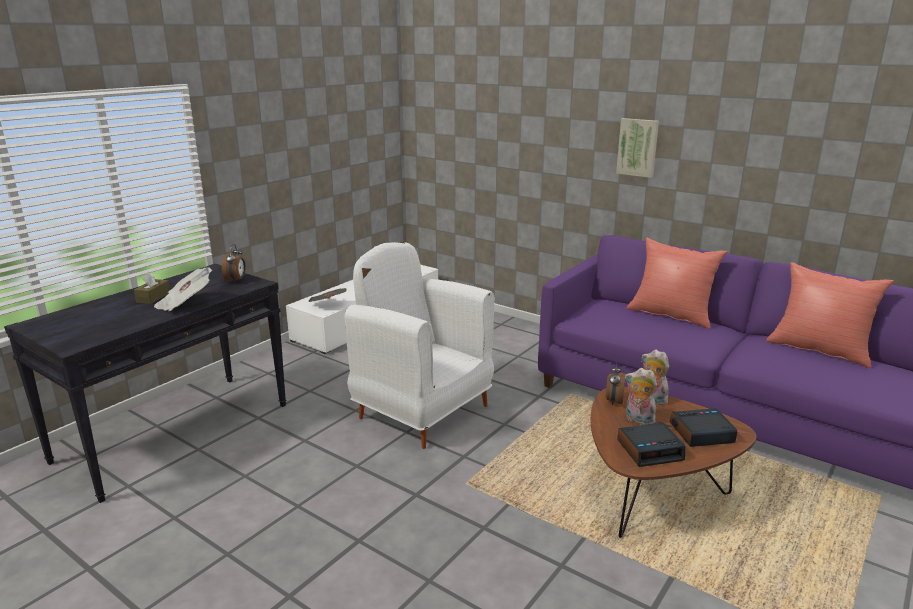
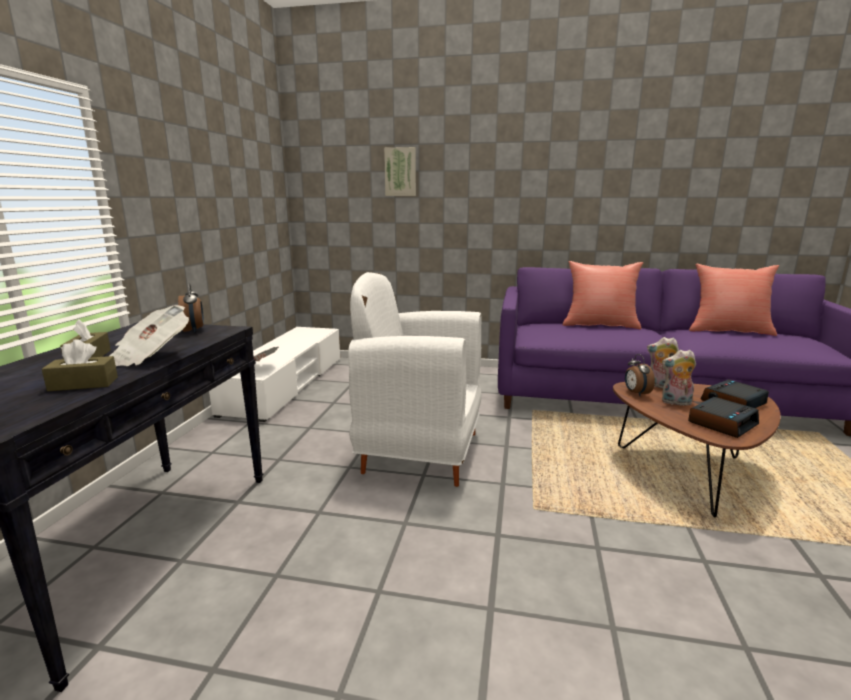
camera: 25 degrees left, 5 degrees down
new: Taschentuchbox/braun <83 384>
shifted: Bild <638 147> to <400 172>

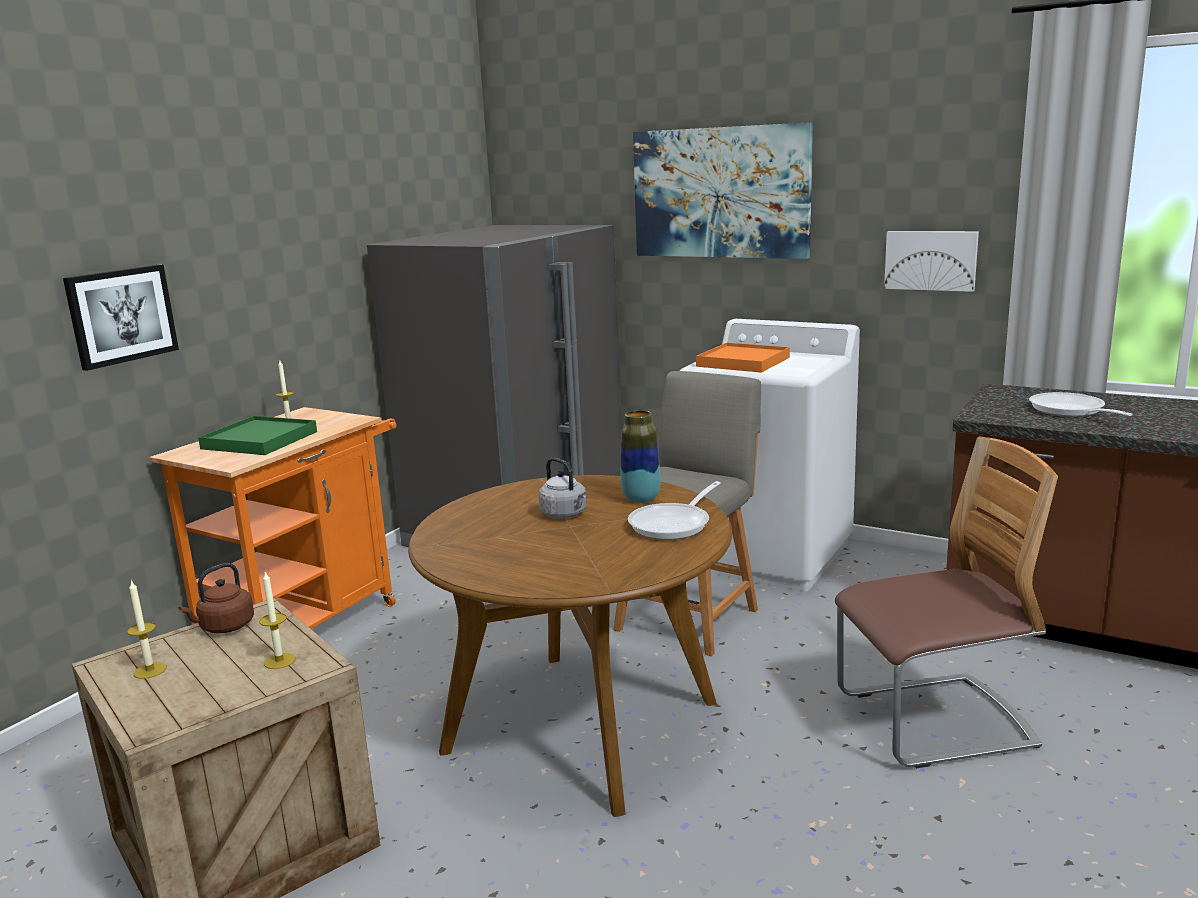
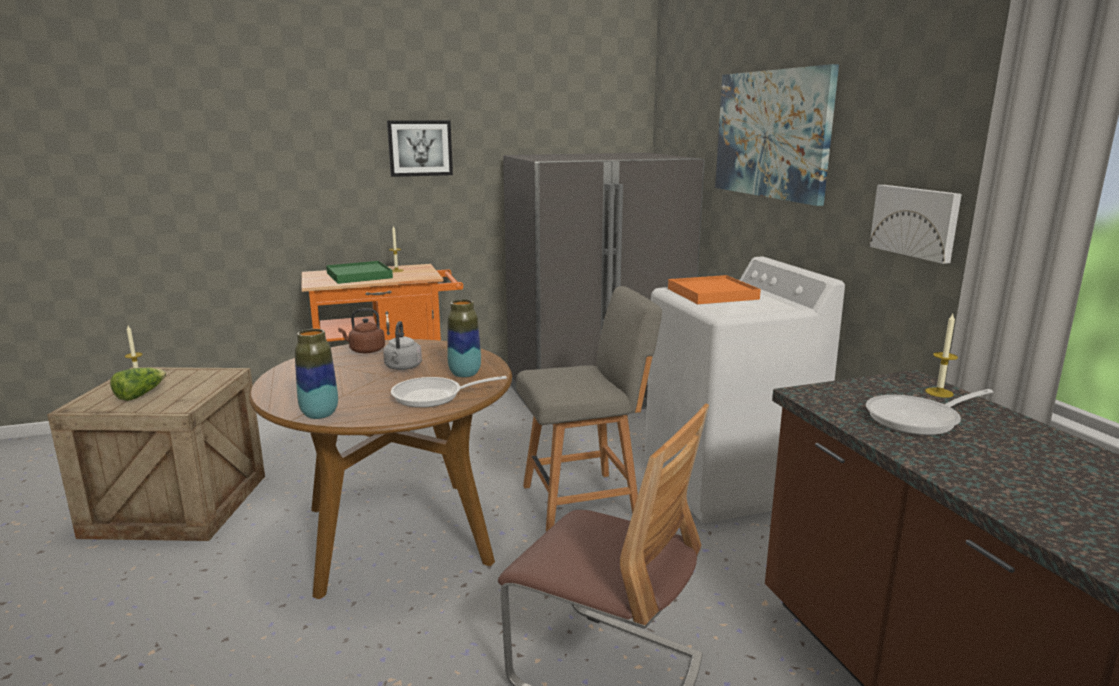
camera: 40 degrees right, 0 degrees up
new: Salatkopf <140 395>; Vase <319 414>
shifted: Wasserkessel/braun <224 627> to <365 351>; Bild <121 315> to <420 148>; Kerze <279 661> to <939 392>
rotated: Pfanne <1070 411> = <919 419> 135 degrees counterclockwise

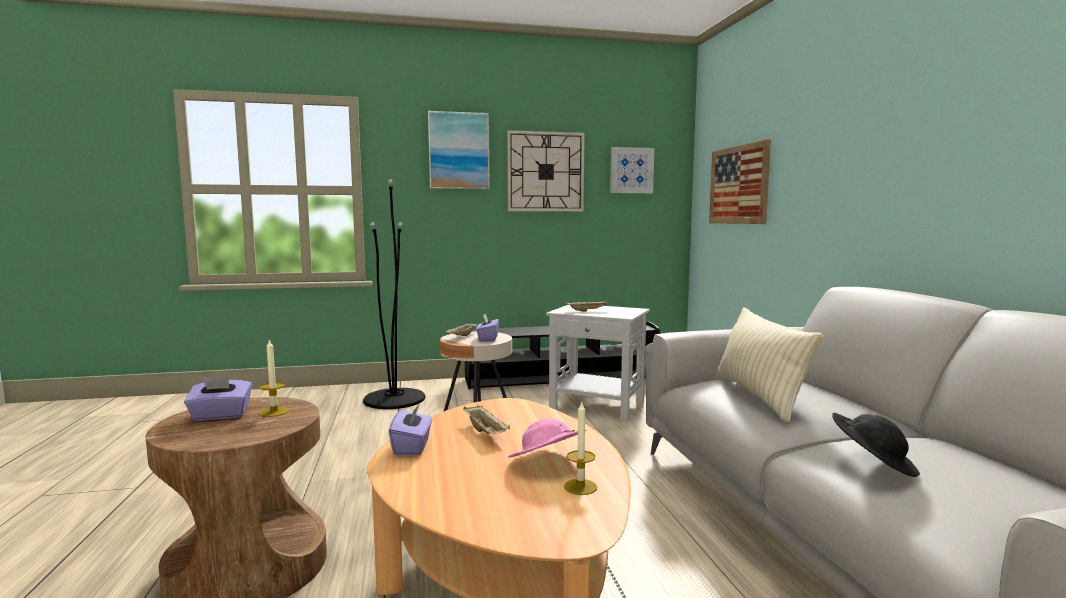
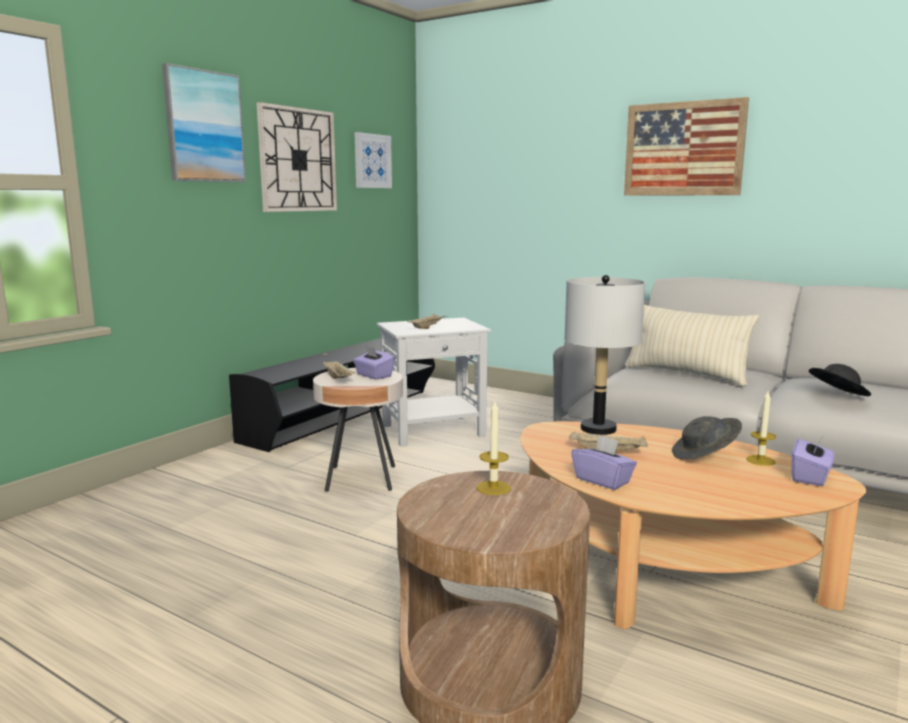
camera: 45 degrees left, 5 degrees up
gone: Stehlampe/schwarz <394 399>
new: Tischlampe/grau <598 429>
shifted: Bild <738 185> to <683 149>; Taschentuchbox/lila <220 415> to <810 477>
repainted: Hut/rosa <547 463> to Hut/grau <705 455>

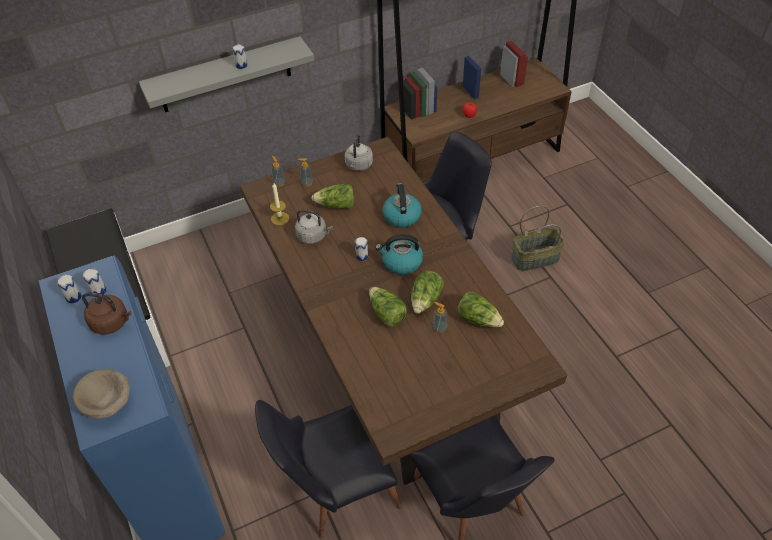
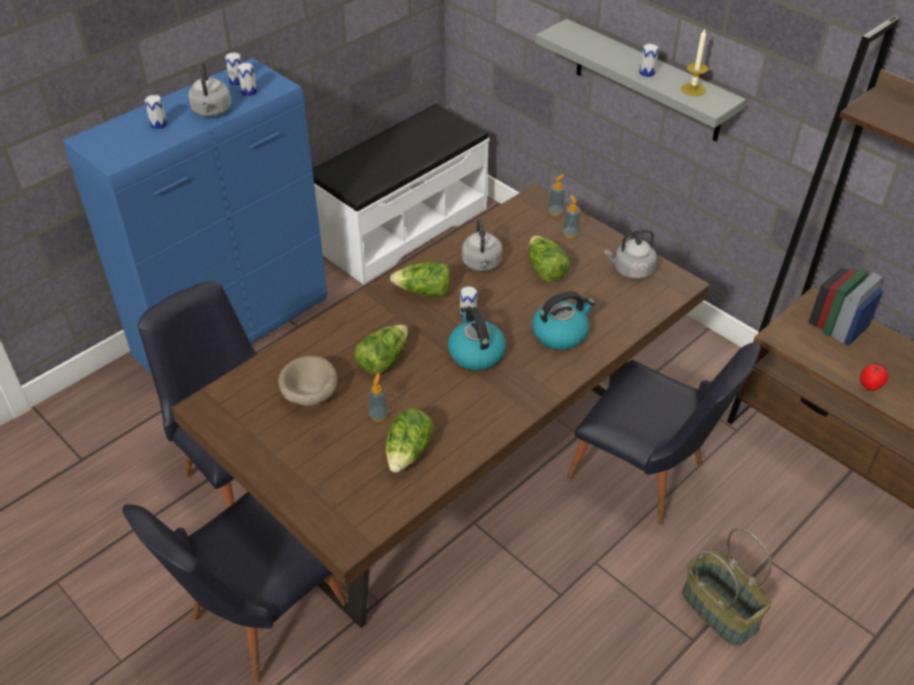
camera: 70 degrees right, 5 degrees down
new: Dose <159 125>
shifted: Schüssel/beige <108 404> to <309 395>; Salatkopf <425 300> to <424 292>; Kerze <280 218> to <693 89>
repainted: Wasserkessel/braun <112 322> to Wasserkessel/grau <212 111>

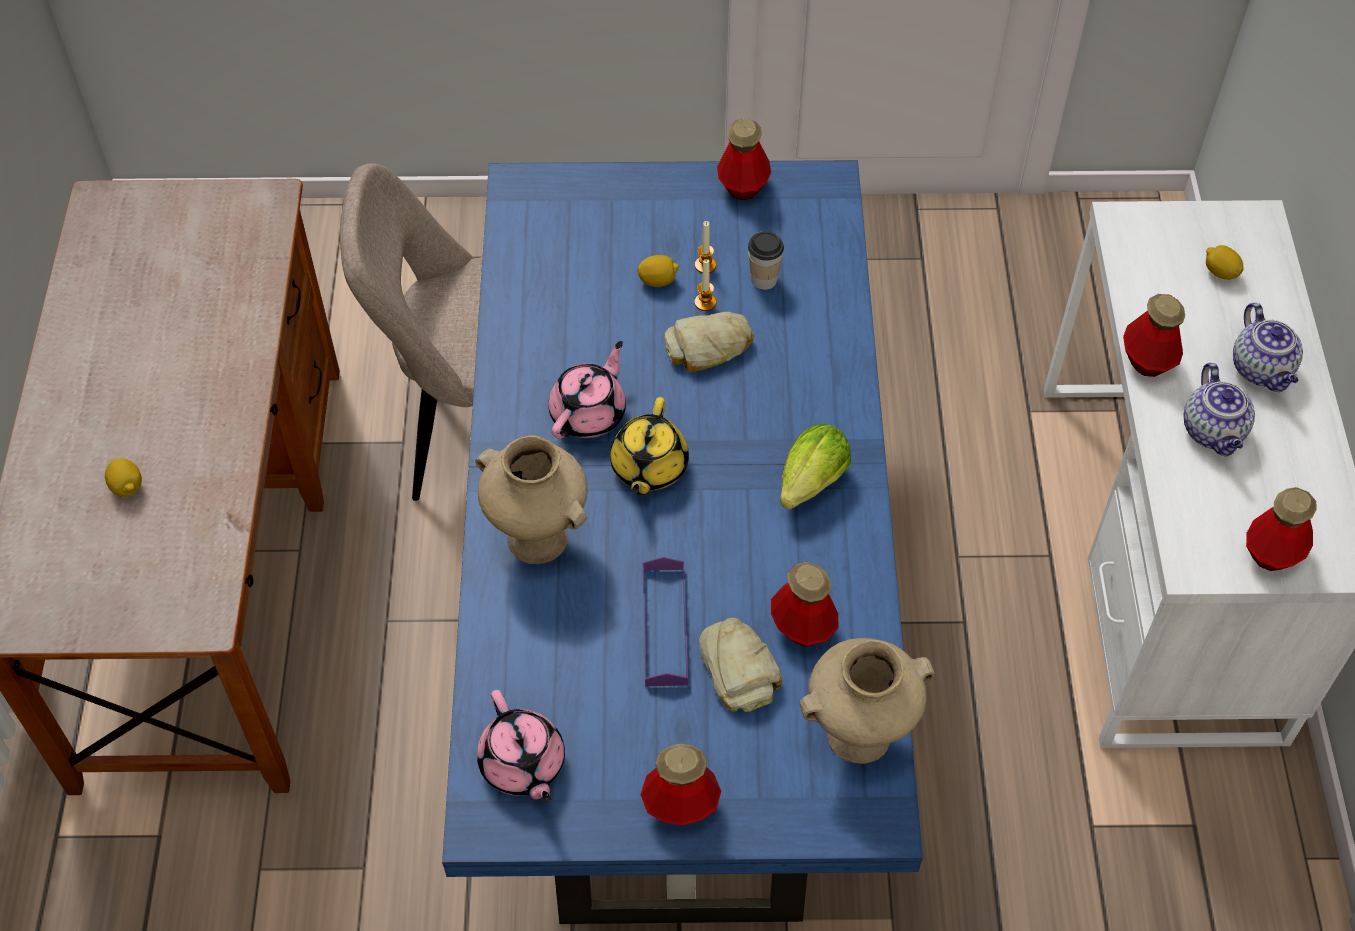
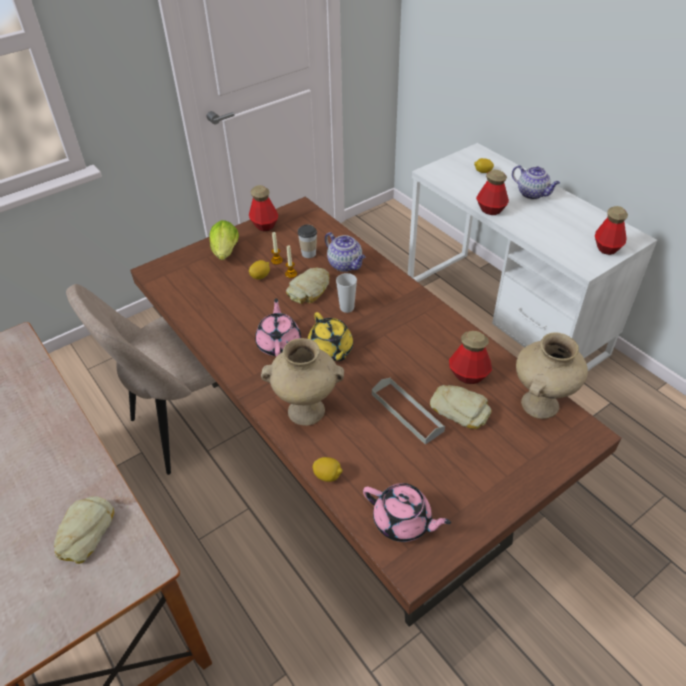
camera: 35 degrees left, 10 degrees down
gone: Flasche <680 805>
new: Brot <84 533>; Tasse <347 308>
shifted: Salatkopf <808 486> to <225 254>; Zitrone <127 487> to <327 475>; Teekanne <1213 432> to <346 265>
repainted: Esstisch/blau <679 635> to Esstisch/braun <347 457>; Tablett/lila <664 626> to Tablett/grau <407 412>

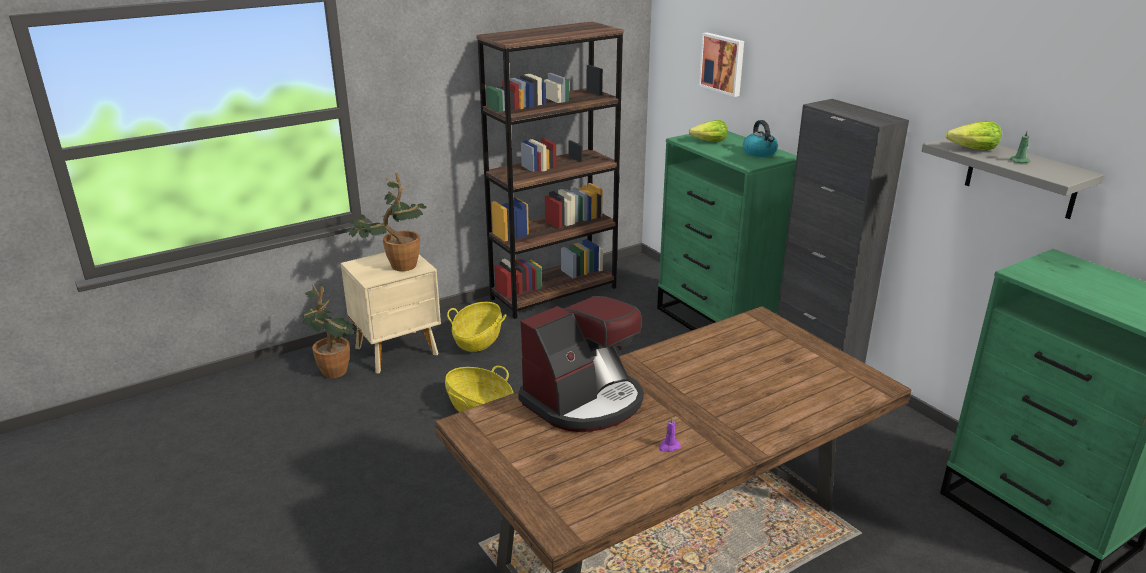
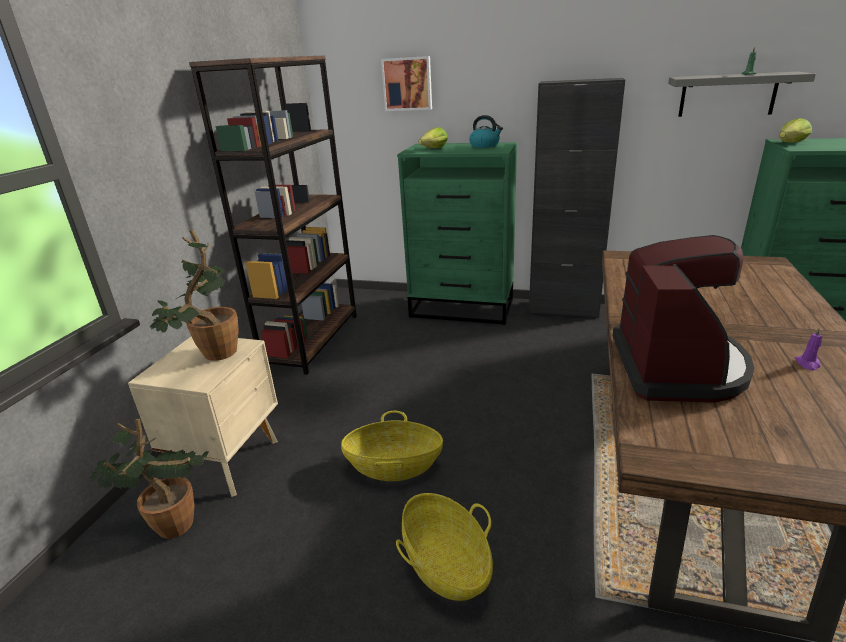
camera: 40 degrees left, 0 degrees up
shifted: Korb <478 340> to <446 564>; Salatkopf <973 150> to <791 143>

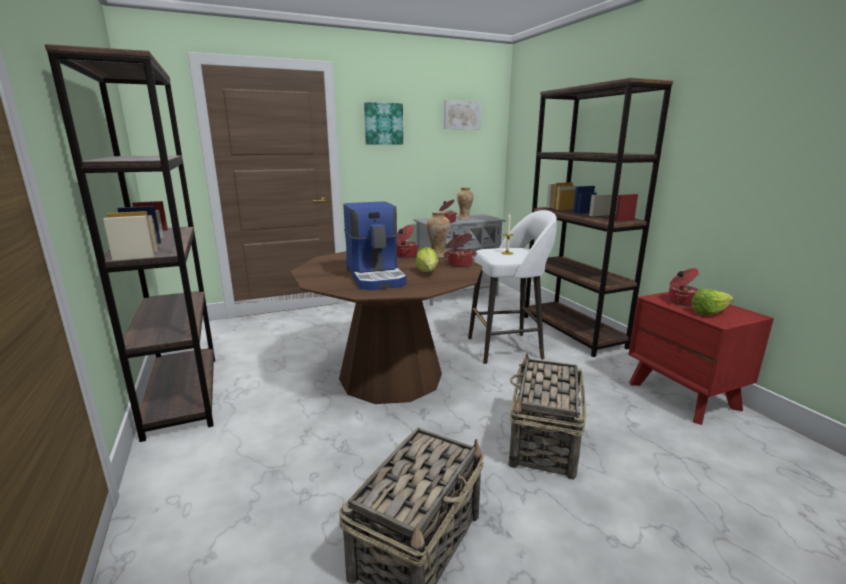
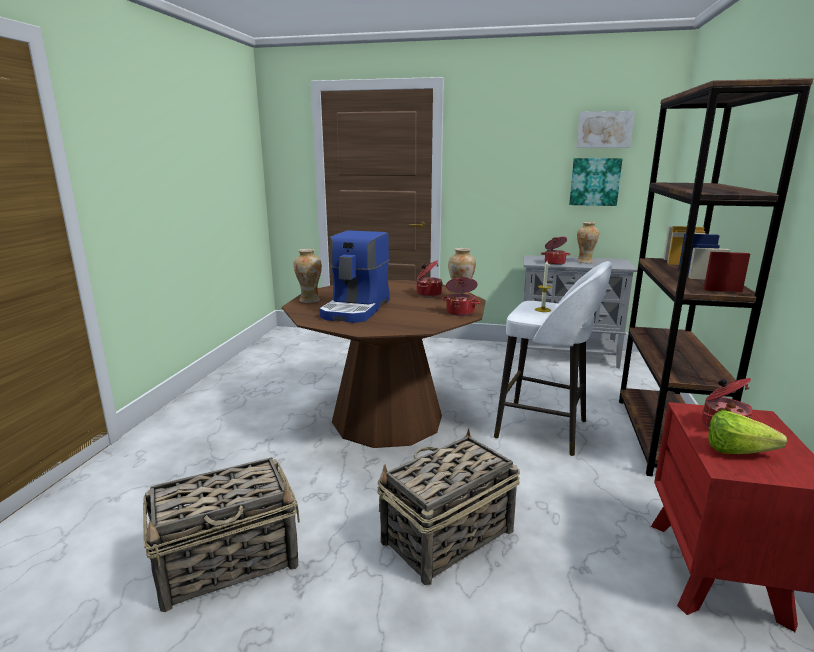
camera: 35 degrees right, 0 degrees up
gone: Bücherregal/braun <183 394>; Salatkopf <427 274>
new: Vase <309 300>
shifted: Bild <383 124> to <594 181>

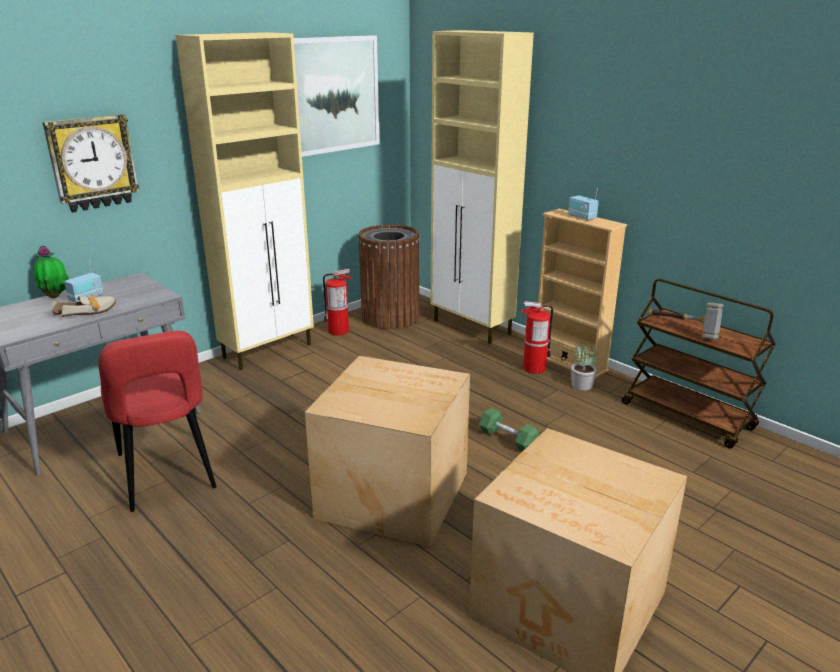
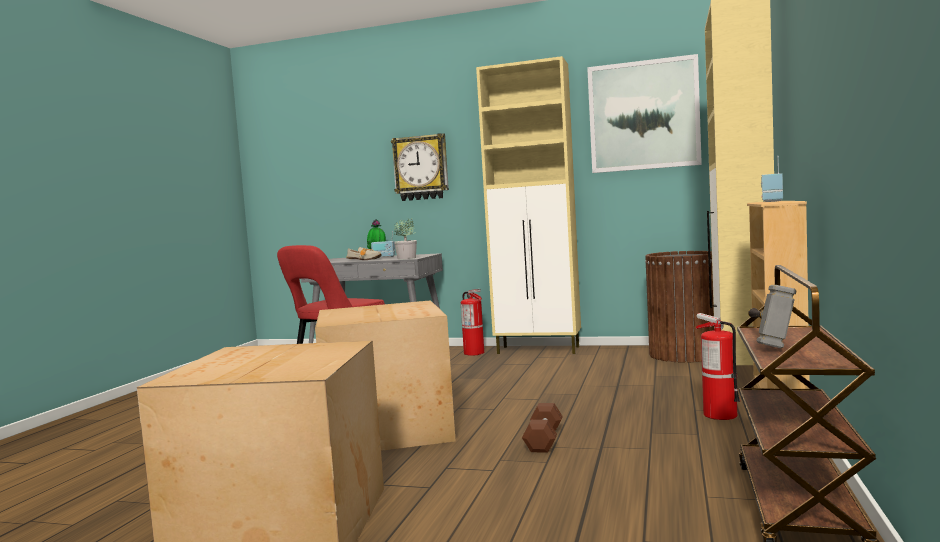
camera: 60 degrees right, 20 degrees down
shifted: Topfpflanze <581 385> to <407 258>; Feuerlöscher <339 331> to <474 353>
repainted: Hantel/grün <508 439> to Hantel/braun <543 440>

